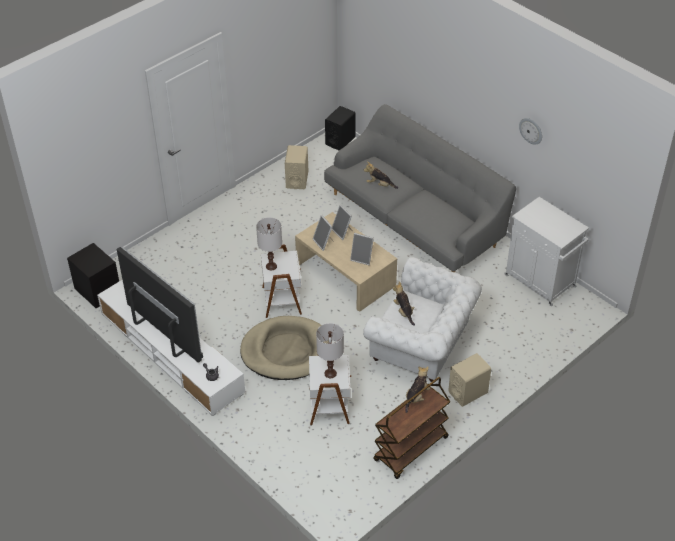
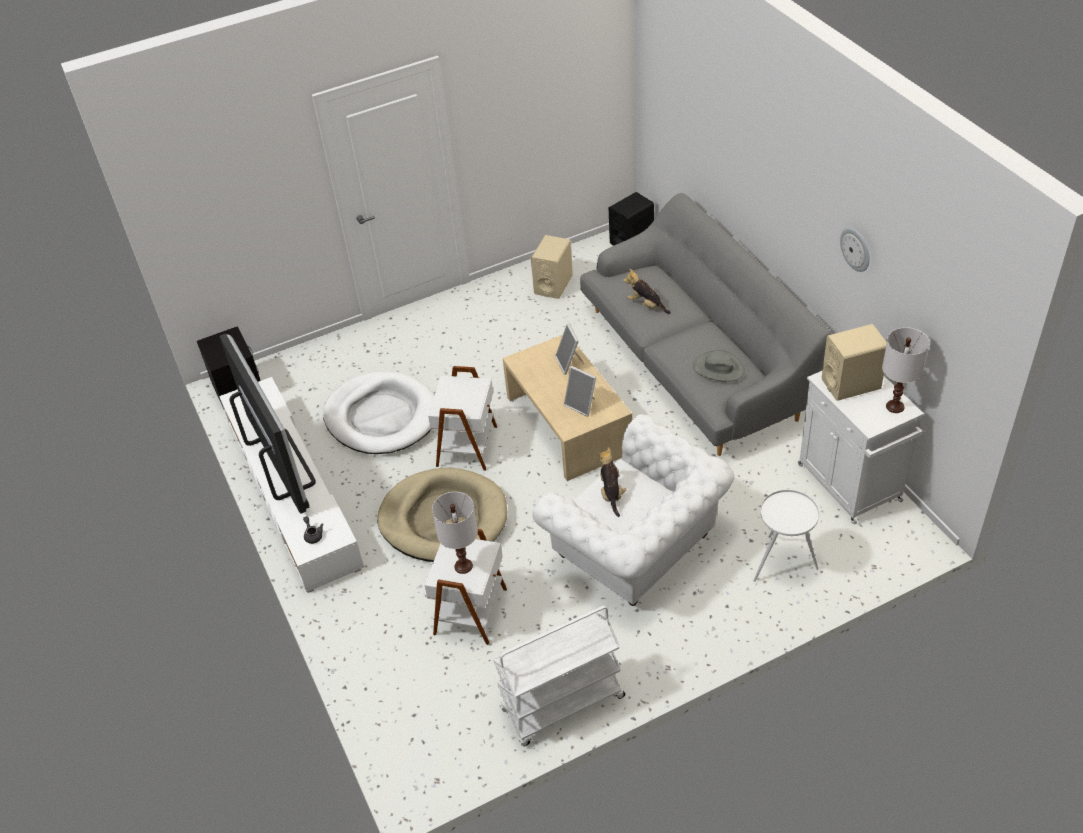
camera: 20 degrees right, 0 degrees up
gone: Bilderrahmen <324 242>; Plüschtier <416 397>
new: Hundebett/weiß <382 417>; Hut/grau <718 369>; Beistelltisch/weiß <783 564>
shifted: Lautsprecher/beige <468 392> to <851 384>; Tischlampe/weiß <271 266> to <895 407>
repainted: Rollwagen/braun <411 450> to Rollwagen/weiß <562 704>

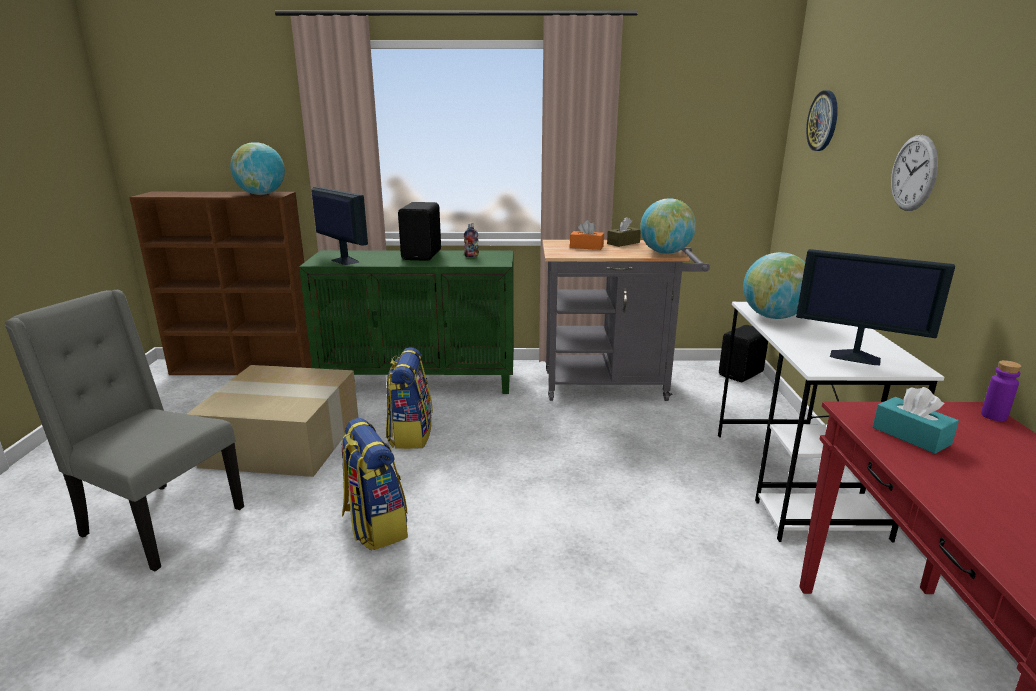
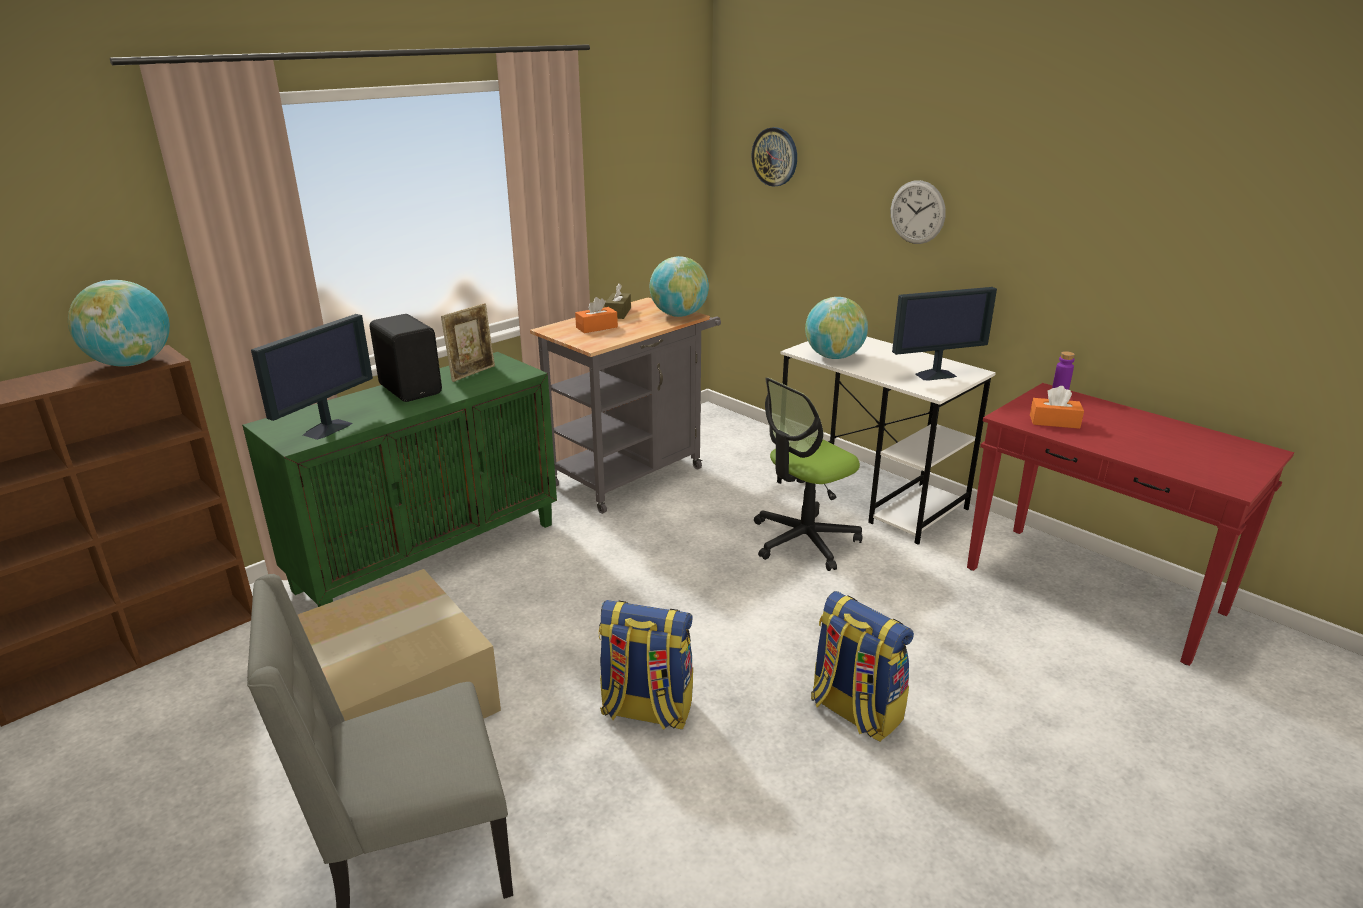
camera: 45 degrees left, 5 degrees up
gone: Lautsprecher/schwarz <742 374>
new: Bürostuhl <804 541>
shifted: Rucksack <410 434> to <854 711>
swapped: Flasche <471 256> to Bilderrahmen <472 373>
repainted: Taschentuchbox/türkis <911 436> to Taschentuchbox/orange <1054 422>
rotated: Monitor <344 261> = <328 428> 120 degrees clockwise

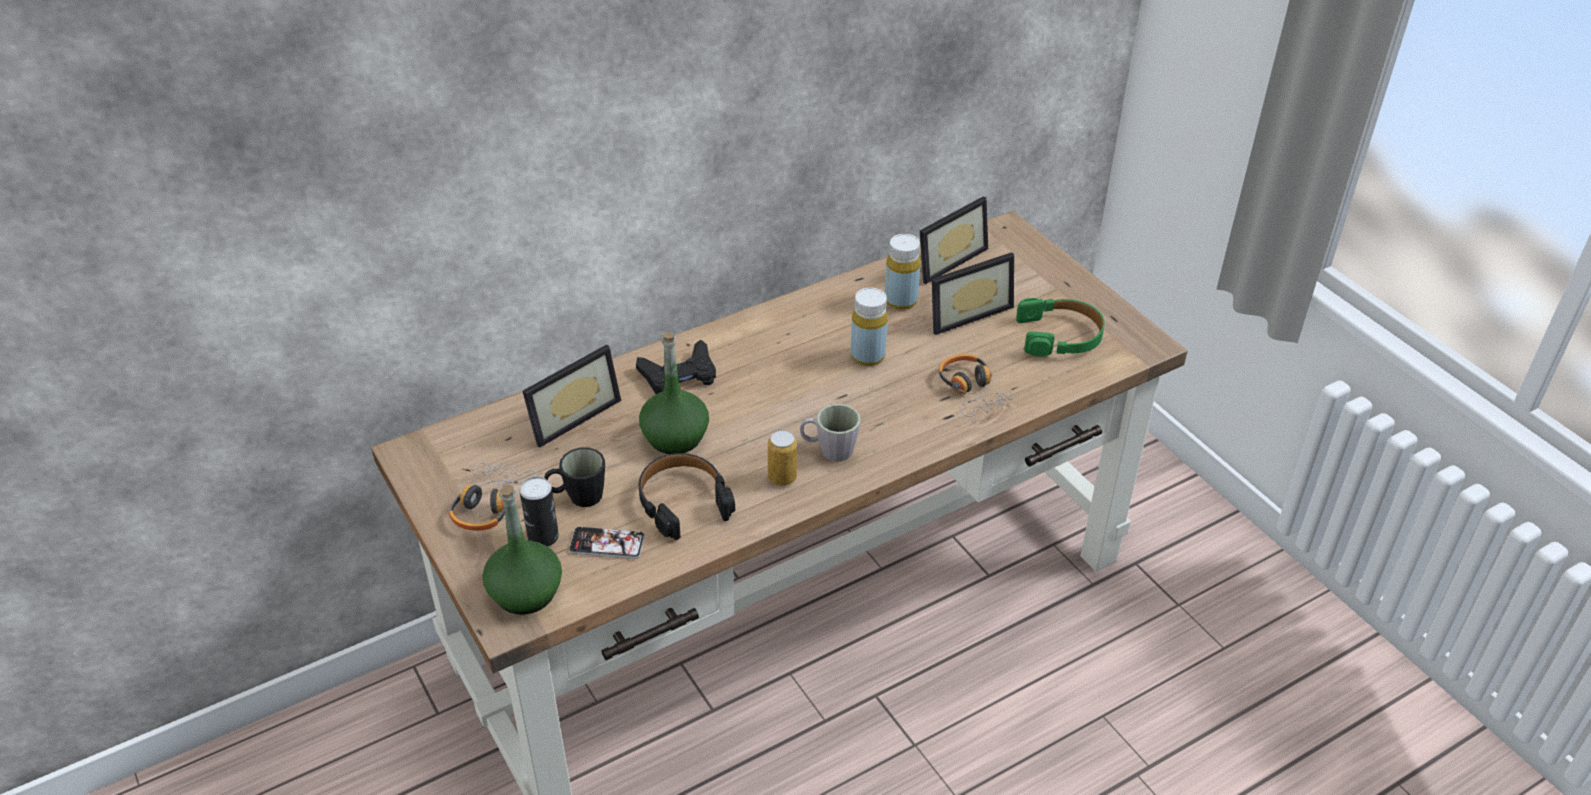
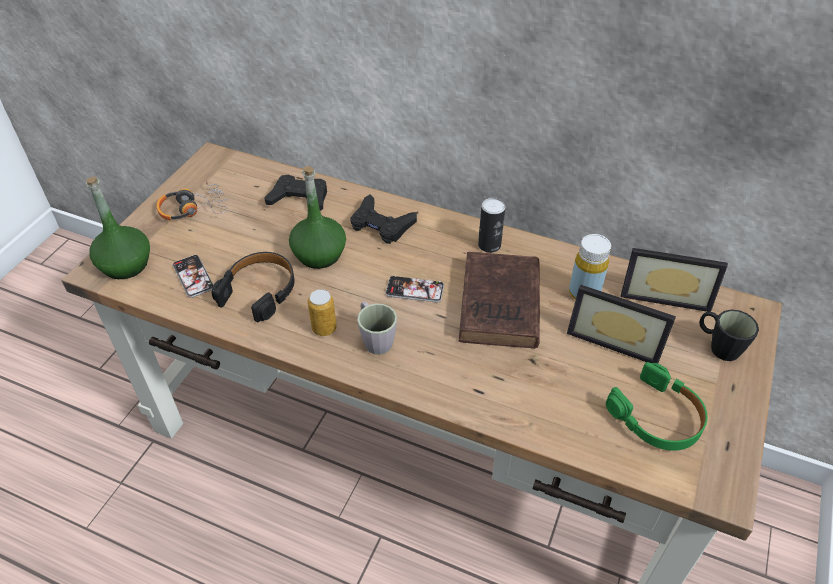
camera: 55 degrees right, 5 degrees up
gone: Kopfhörer <973 391>
new: Handy <414 290>
shifted: Dose <543 537> to <489 245>; Henkelbecher/schwarz <577 496> to <718 346>
swapped: Bilderrahmen <570 414> to Gamepad/schwarz <299 198>; Flasche/gelb <867 356> to Buch/braun <499 307>

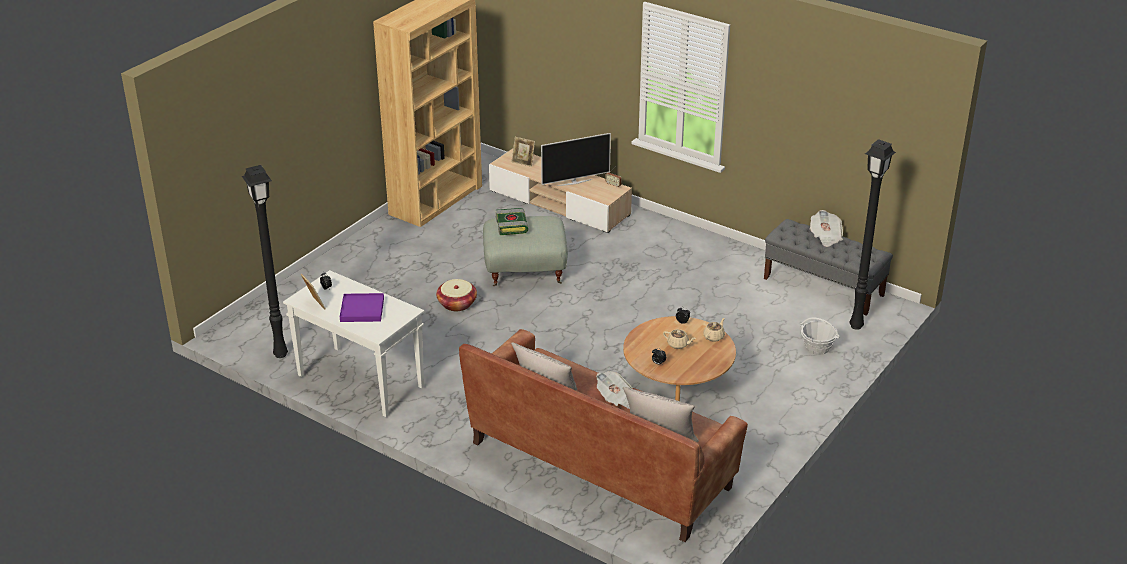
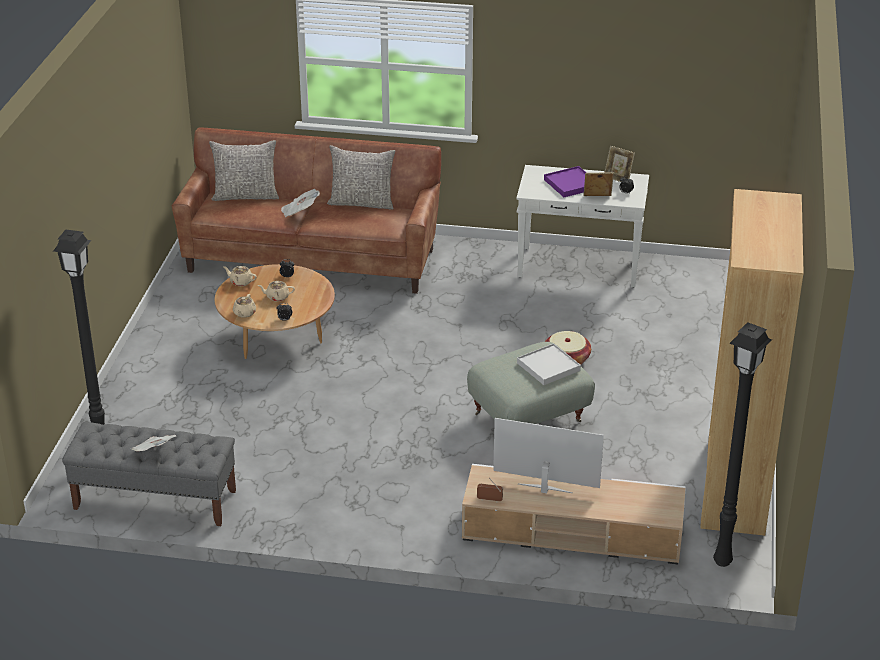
camera: 155 degrees right, 0 degrees up
gone: Korb <817 347>
new: Teekanne/beige <241 282>
shifted: Bilderrahmen <523 162> to <597 198>; Stehlampe/schwarz <281 354> to <723 562>
swapped: Buch <512 226> to Tablett/weiß <548 367>
rotated: Fernseher <574 182> = <545 489> 60 degrees clockwise

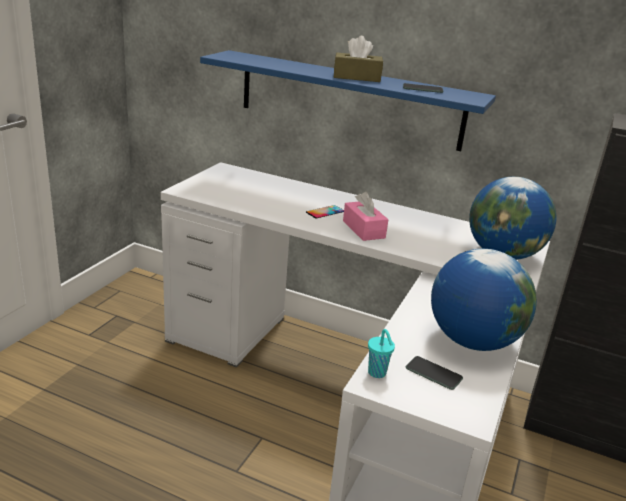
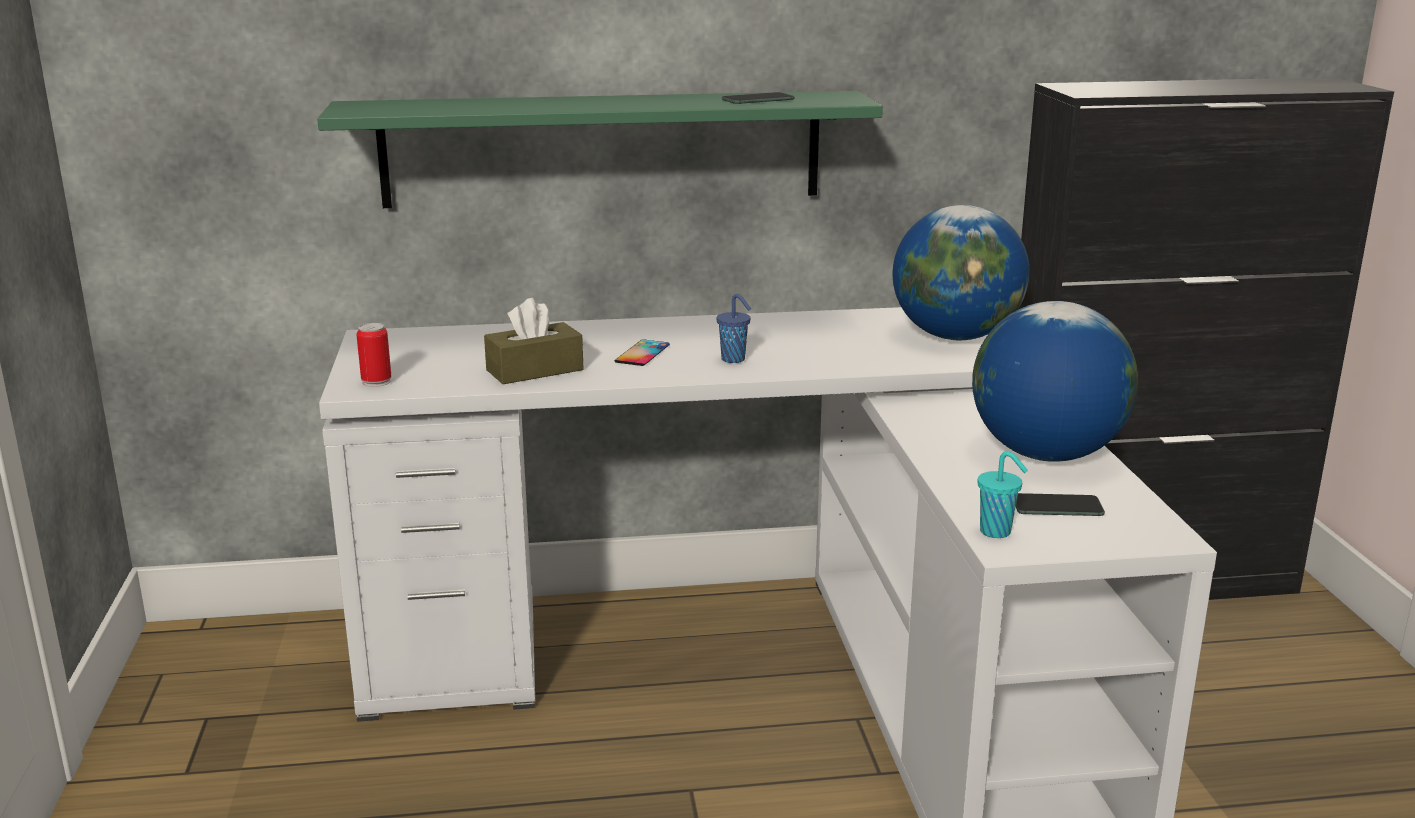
camera: 30 degrees left, 5 degrees down
new: Dose <376 382>
shifted: Taschentuchbox/braun <356 77> to <535 370>
swapped: Taschentuchbox/rosa <363 229> to Tasse/blau <734 360>
repainted: Wandregal/blau <349 99> to Wandregal/grün <602 149>

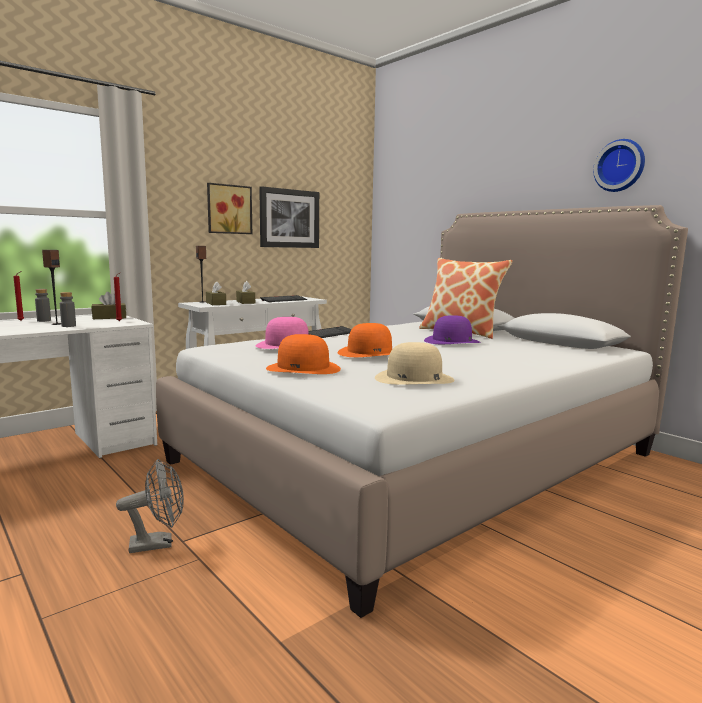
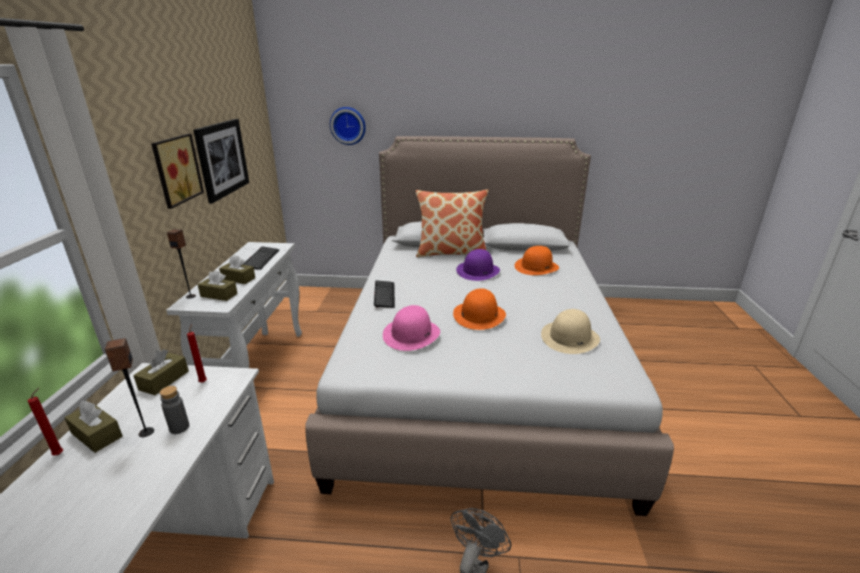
camera: 45 degrees left, 15 degrees up
shifted: Wanduhr <620 166> to <348 125>; Hut/orange <303 368> to <536 267>
swapped: Flasche/grau <44 320> to Taschentuchbox/braun <97 435>

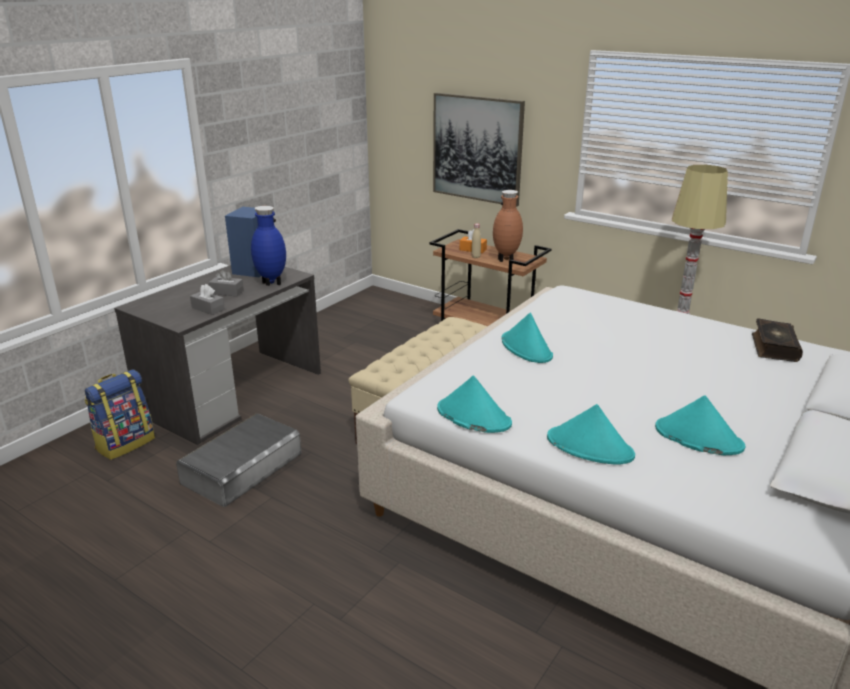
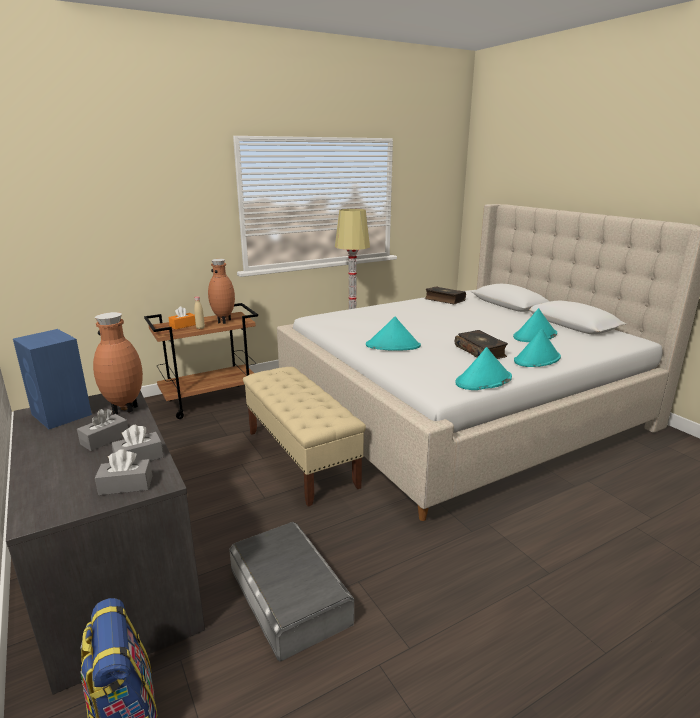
camera: 65 degrees left, 5 degrees down
gone: Bild <477 148>
new: Taschentuchbox/grau <126 485>; Buch <480 351>
repainted: Vase/blau <271 284> to Vase/braun <125 410>

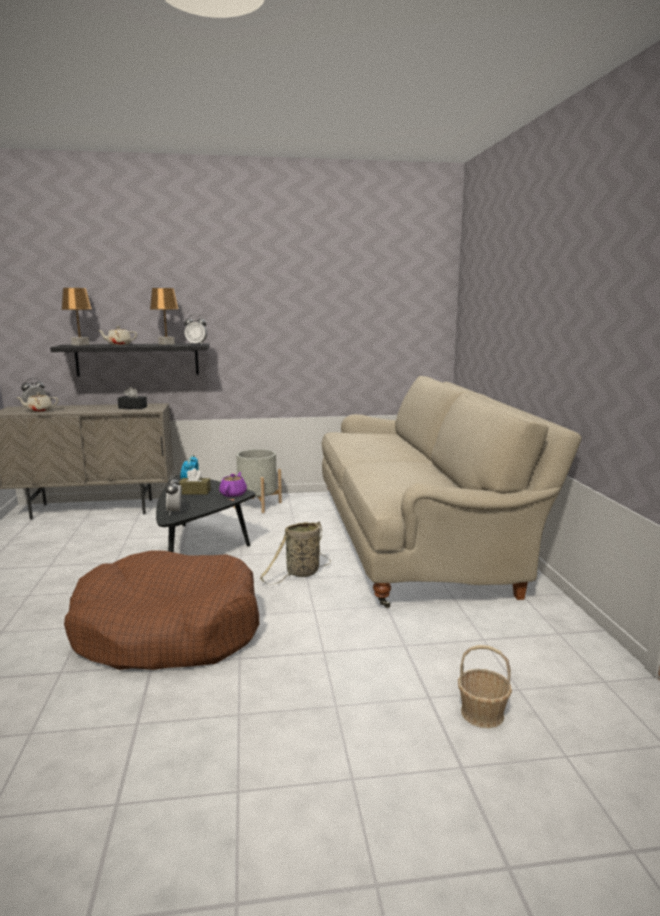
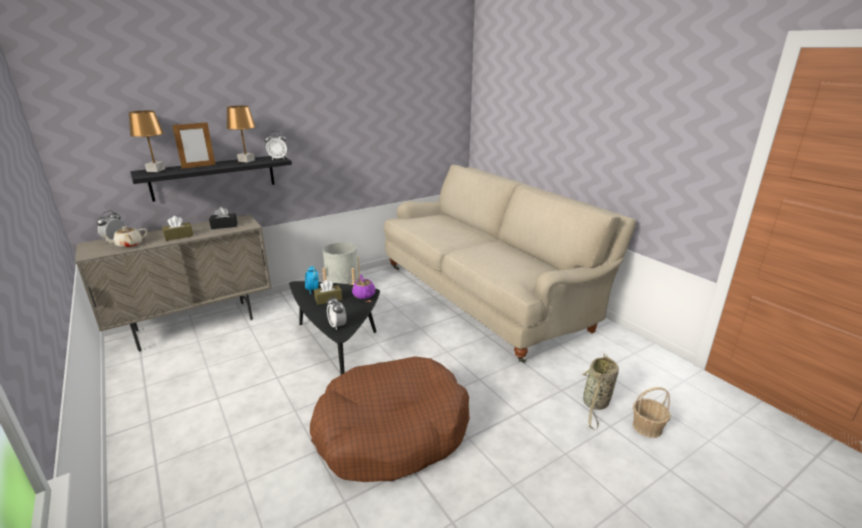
camera: 25 degrees left, 10 degrees up
new: Taschentuchbox/braun <179 236>
shifted: Korb <301 573> to <595 404>
swapped: Teekanne/beige <119 344> to Bilderrahmen <198 166>

